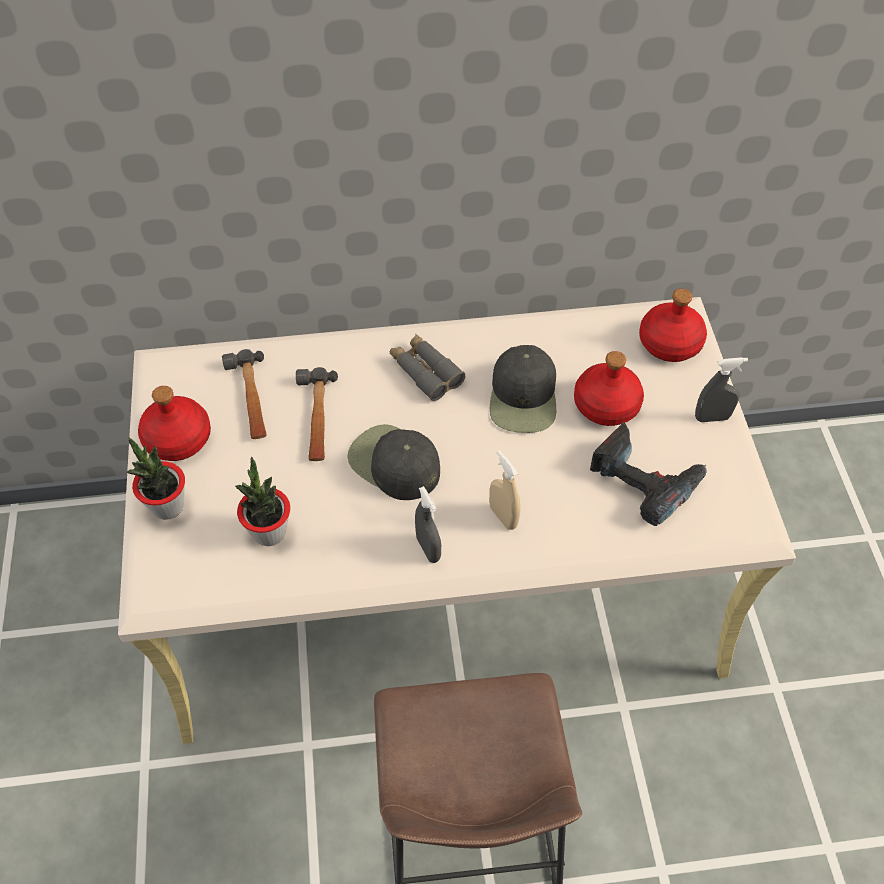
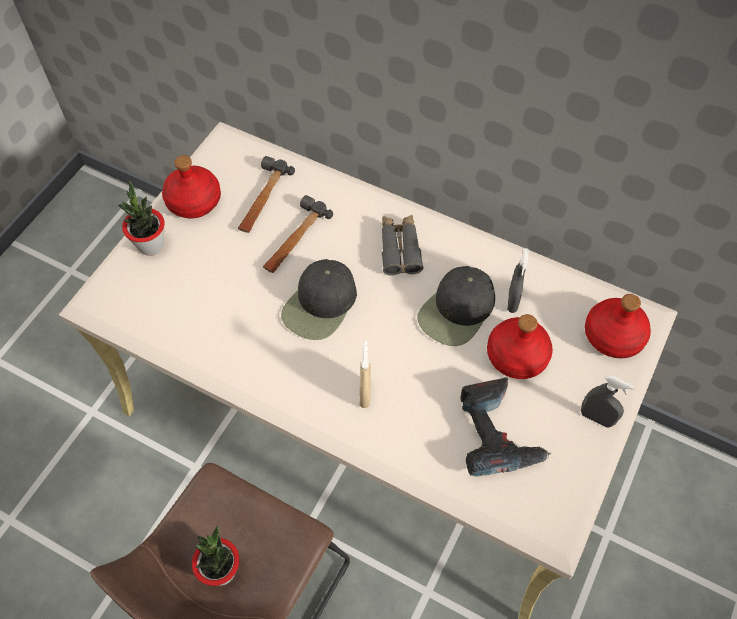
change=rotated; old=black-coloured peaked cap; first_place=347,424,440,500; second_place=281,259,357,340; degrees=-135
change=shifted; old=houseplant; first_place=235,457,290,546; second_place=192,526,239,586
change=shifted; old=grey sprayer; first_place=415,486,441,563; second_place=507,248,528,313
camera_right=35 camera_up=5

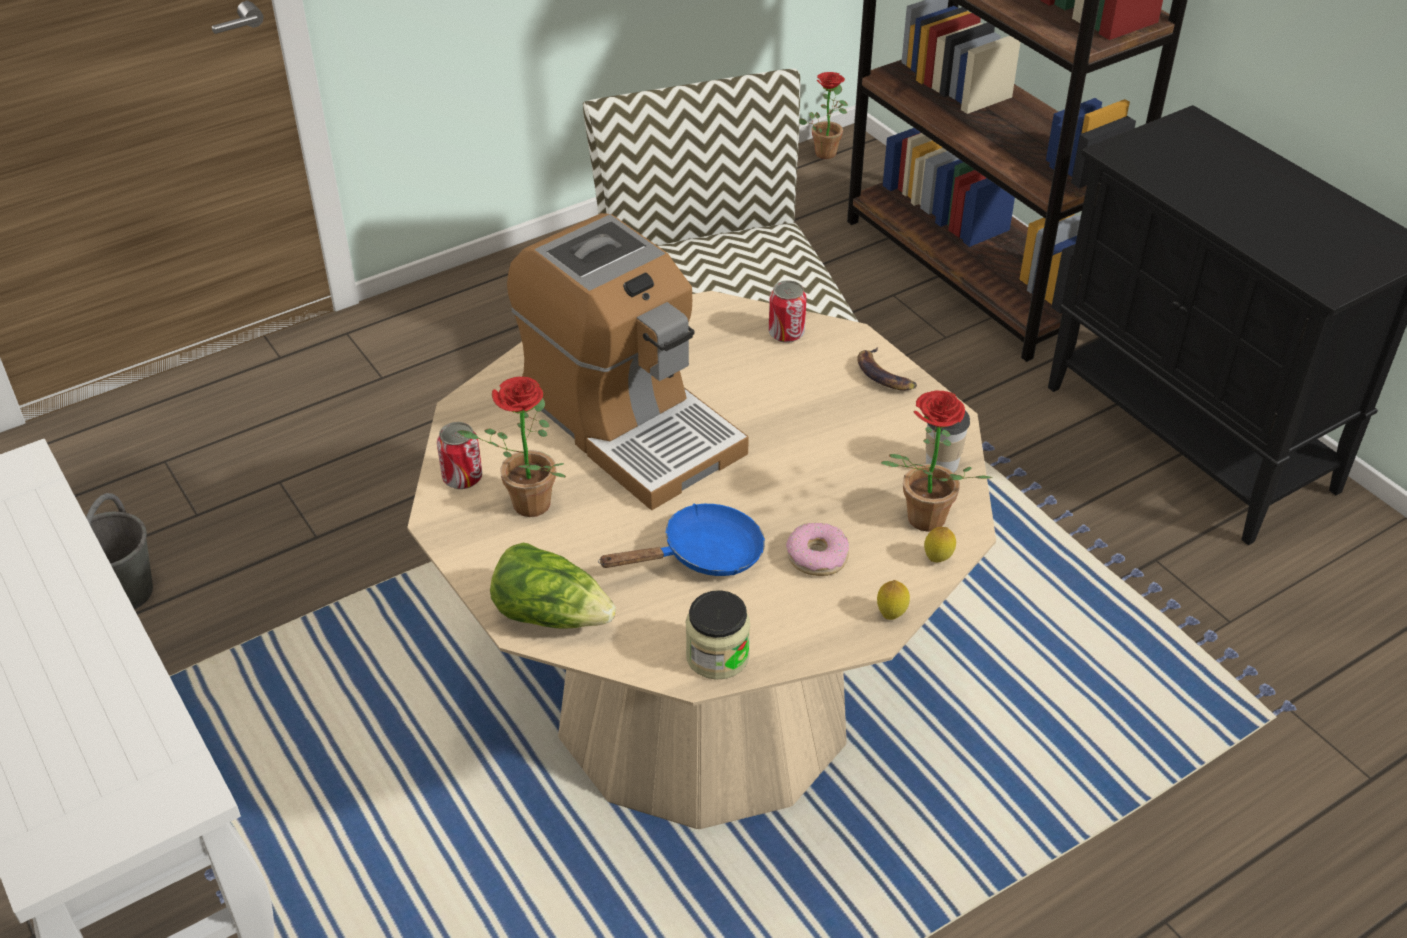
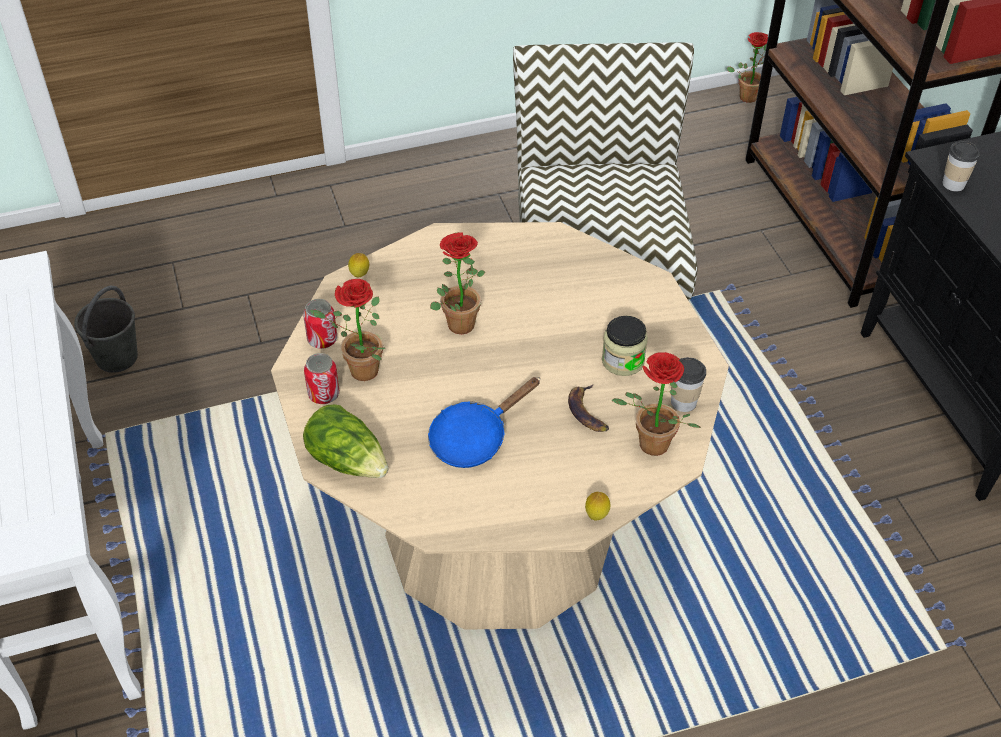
change=swapped; old=coffee machine; new=houseplant; first_place=507,213,749,510; second_place=430,232,485,334
change=shifted; old=can; first_place=769,280,806,343; second_place=304,353,339,404
change=shifted; old=banana fruit; first_place=857,347,917,391; second_place=568,385,609,432
change=rotated; old=bluish skillet; first_place=598,504,765,576; second_place=428,377,540,468; degrees=150
change=gone; old=doughnut; first_place=786,523,849,576
change=shifted; old=citrus fruit; first_place=924,527,956,563; second_place=348,253,369,277
change=shifted; old=storage jar; first_place=686,590,750,680; second_place=602,316,648,376
change=new; new=cup; second_place=942,141,980,192
camera_right=15 camera_up=5

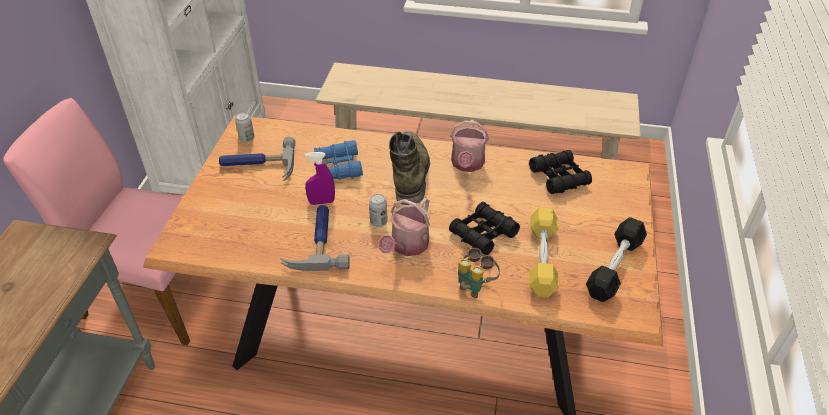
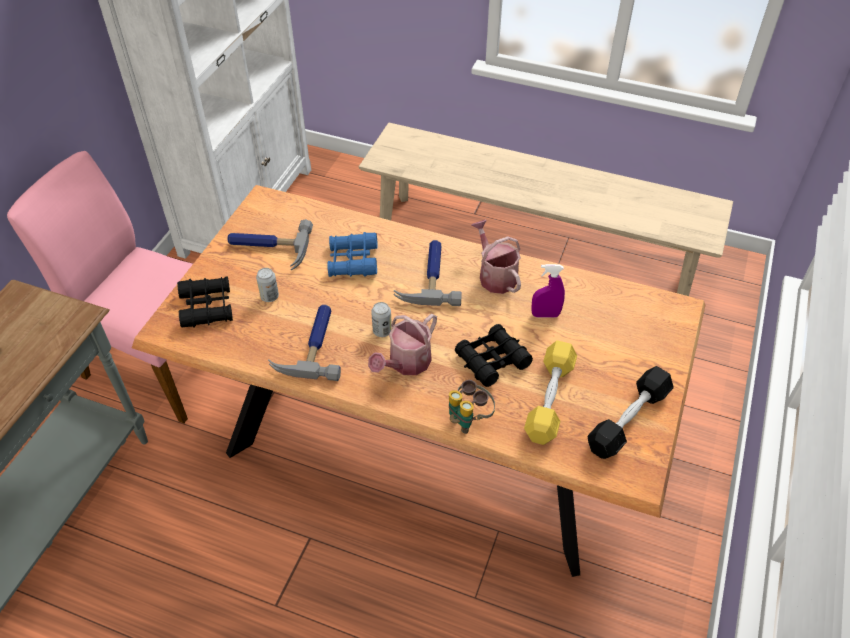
change=shifted; old=can; first_place=235,112,254,143; second_place=256,268,279,302
change=rotated; old=watering pot; first_place=451,120,489,172; second_place=472,220,521,294; degrees=135
change=swapped; old=greenish tall boot; new=hammer; first_place=389,131,430,205; second_place=394,240,462,306
change=shifted; old=black-coloured binoculars; first_place=529,150,592,194; second_place=177,276,233,328
change=shifted; old=purple-coloured sprayer; first_place=305,152,335,205; second_place=531,264,565,317
camera_right=10 camera_up=5

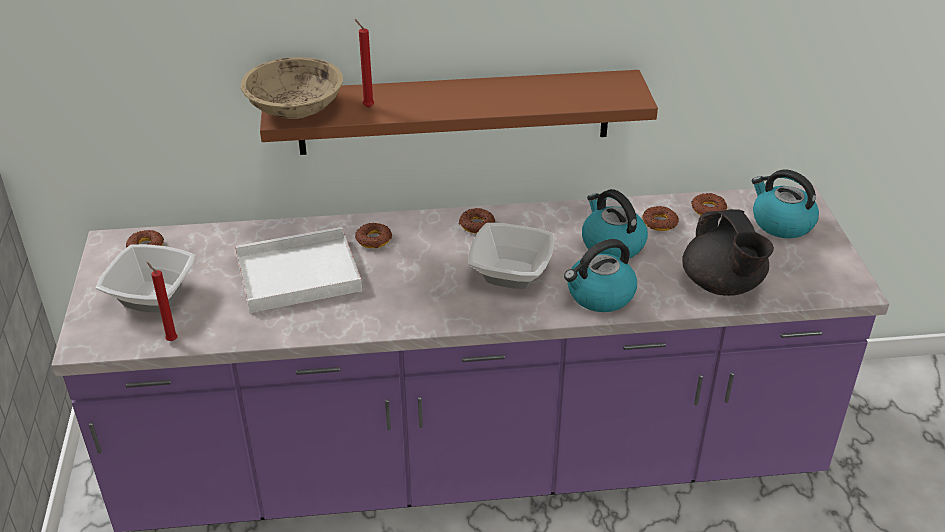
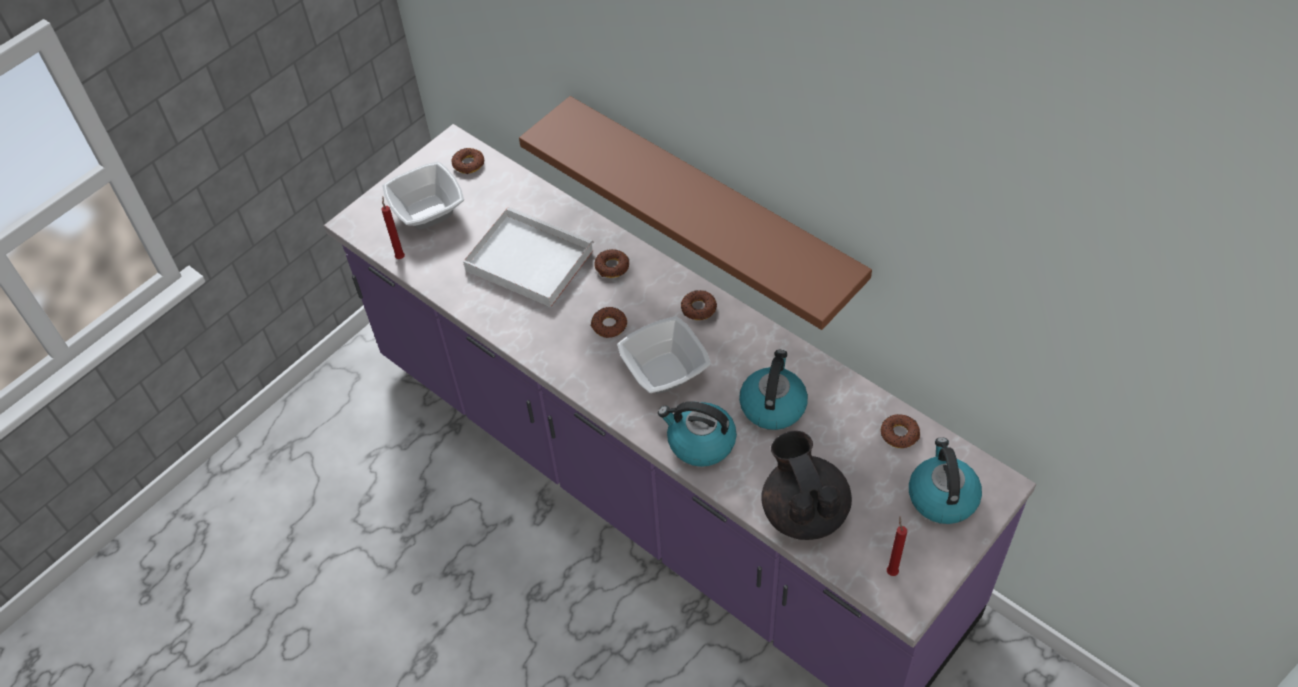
change=shifted; old=red-coloured wax candle; first_place=355,19,374,107; second_place=887,516,907,576
change=gone; old=sand-coloured serving bowl; first_place=241,57,343,119
change=shifted; old=doughnut; first_place=642,206,679,231; second_place=591,307,627,338
change=rotated; old=black-coloured teapot; first_place=682,209,774,296; second_place=761,431,852,540; degrees=135
camera_right=50 camera_up=15

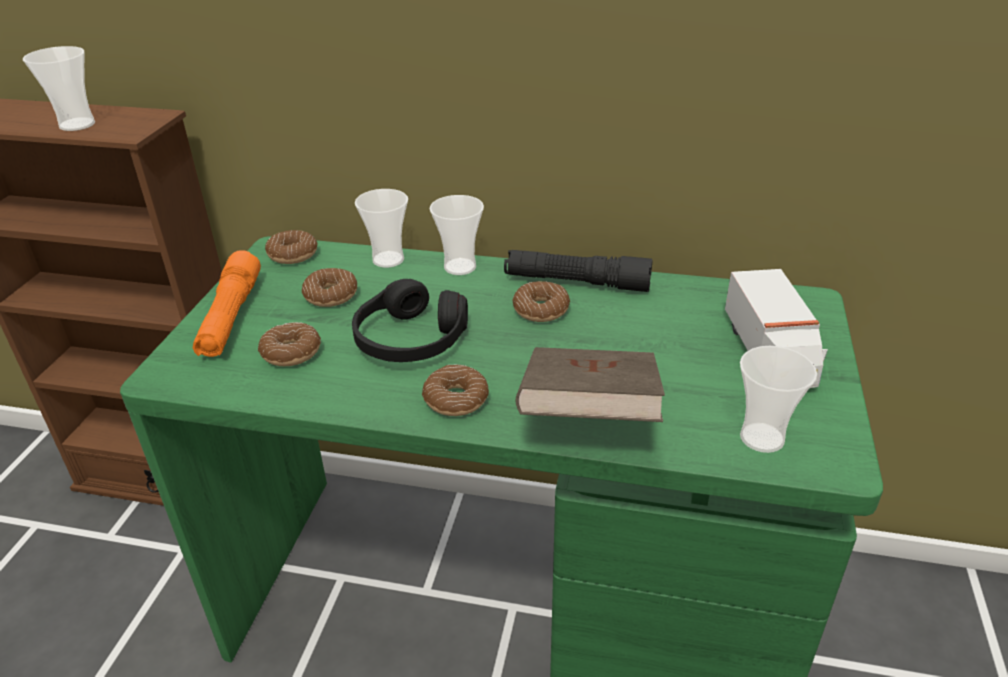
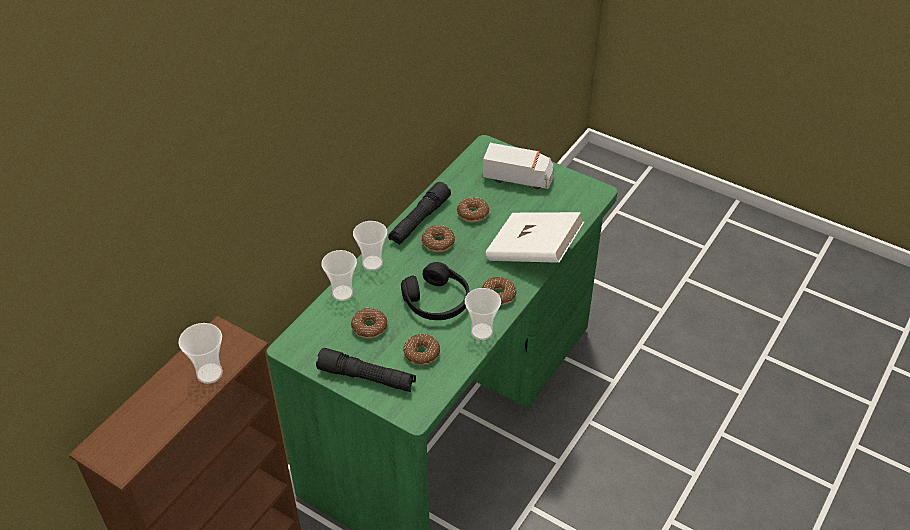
change=shifted; old=doughnut; first_place=265,230,318,264; second_place=457,197,490,222
change=repainted; old=orangey hand torch; new=black-coloured hand torch; first_place=193,250,261,357; second_place=316,348,416,392
change=shifted; old=cup; first_place=740,346,817,453; second_place=465,288,501,340
change=repainted; old=brown-coloured bound book; new=whitish bound book; first_place=516,347,665,422; second_place=486,212,584,263
camera_right=-70 camera_up=10

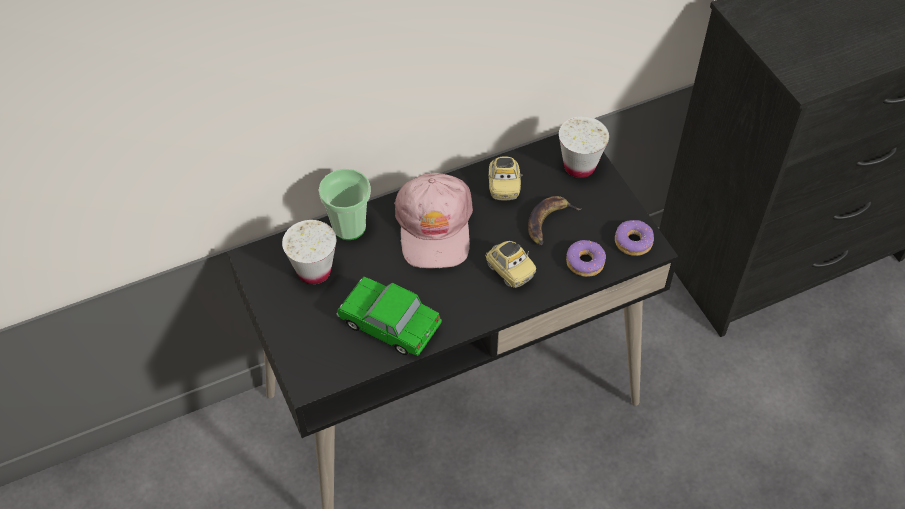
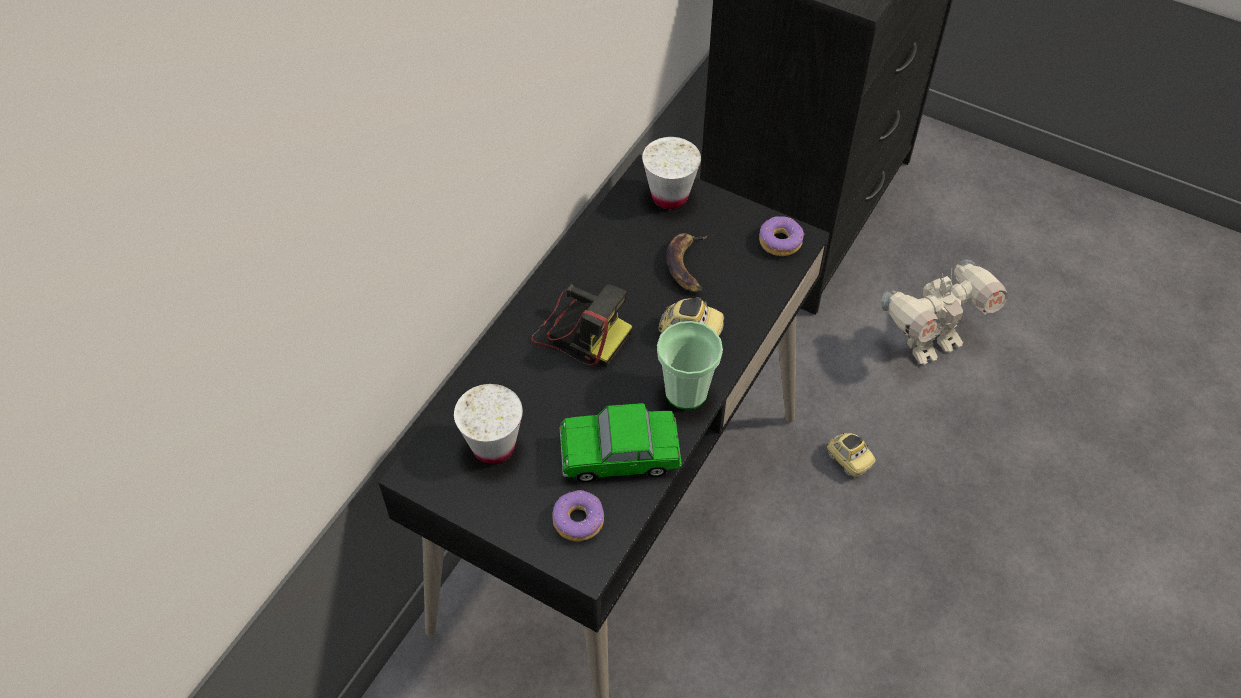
change=shifted; old=model car; first_place=488,156,522,200; second_place=826,433,876,477
change=shifted; old=cup; first_place=319,169,371,240; second_place=657,321,723,410
change=swapped; old=pinkish peaked cap; new=photo camera; first_place=394,173,473,268; second_place=531,284,632,367
change=shifted; old=doughnut; first_place=566,240,606,277; second_place=552,490,604,541
change=new; new=robot figure; second_place=881,260,1008,365
camera_right=-35 camera_up=0

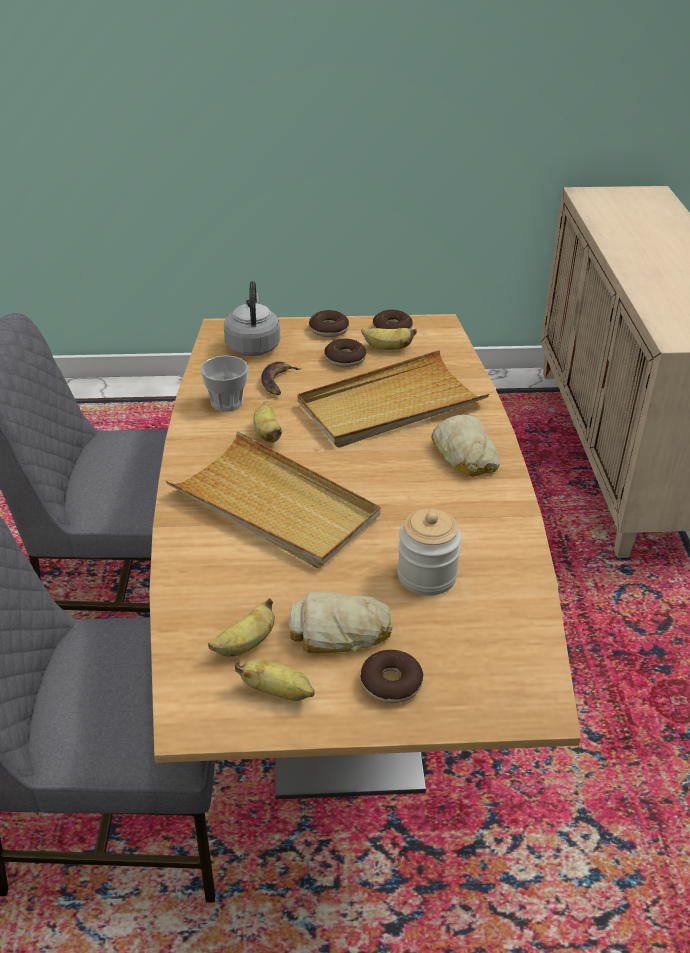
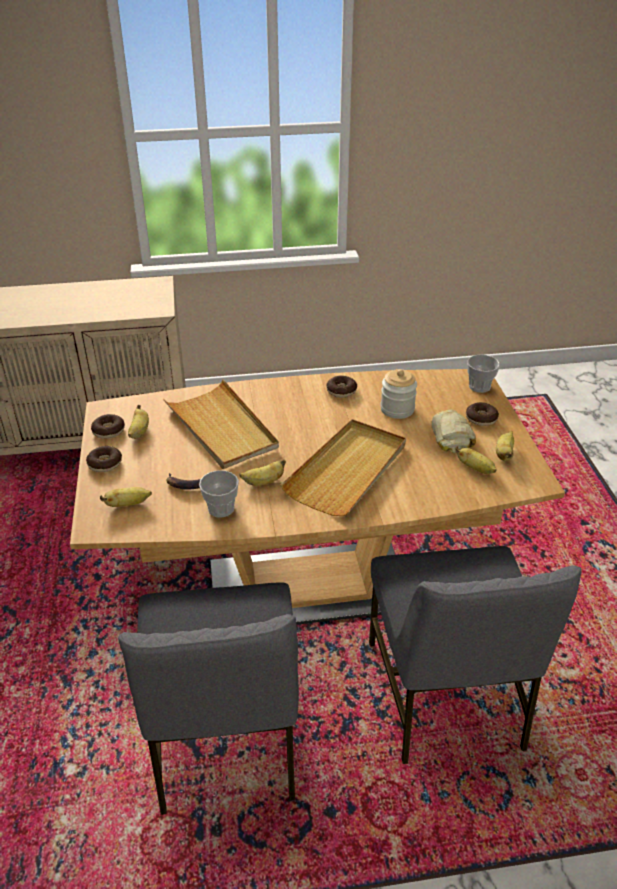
change=swapped; old=grey kettle; new=banana fruit; first_place=224,281,280,356; second_place=100,487,152,507
change=shifted; old=doughnut; first_place=324,339,366,367; second_place=326,375,357,398
change=gone; old=baked bread; first_place=431,414,500,477
change=new; new=cup; second_place=467,354,500,393
camera_right=-95 camera_up=0

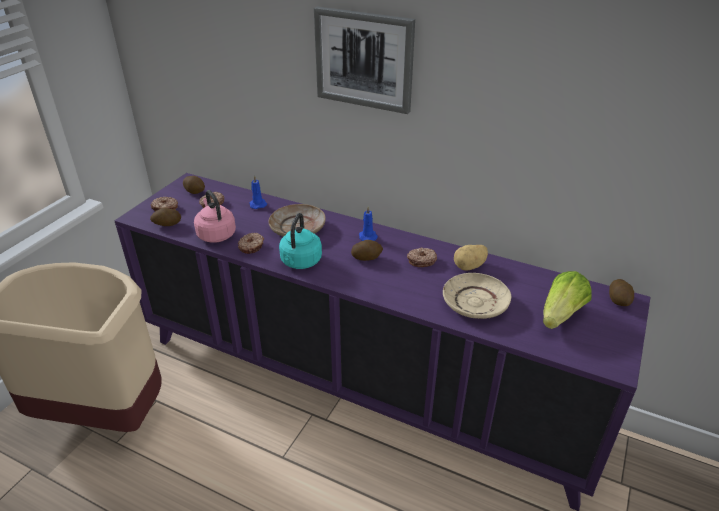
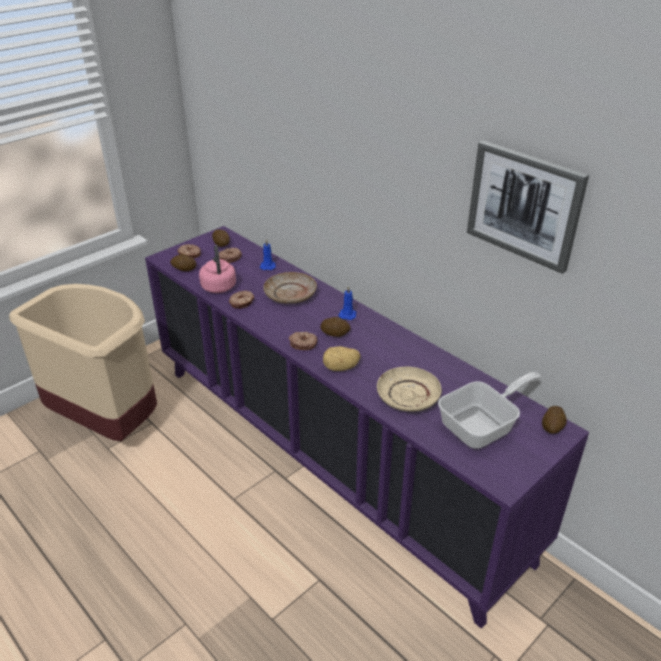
change=shifted; old=wall art; first_place=314,7,415,114; second_place=467,140,589,274
change=gone; old=turquoise kettle; first_place=279,213,322,269
change=shifted; old=whole potato; first_place=454,245,488,271; second_place=323,346,361,371
change=shifted; old=doughnut; first_place=407,247,437,267; second_place=289,331,317,350
change=swapped; old=head of lettuce; new=skillet; first_place=543,271,592,329; second_place=438,372,541,449
camera_right=20 camera_up=0

